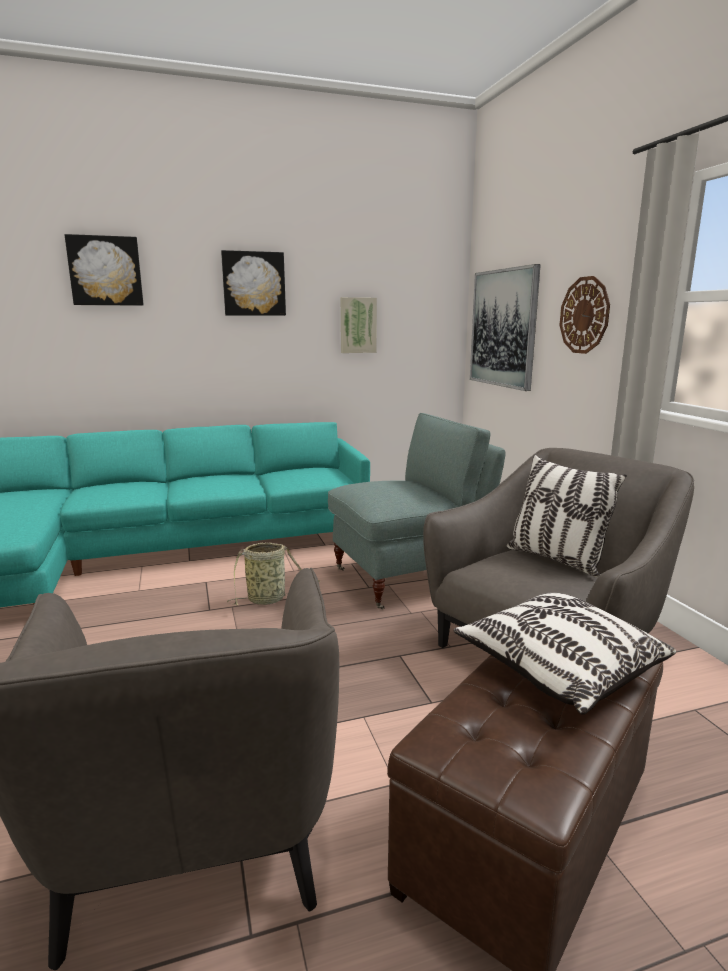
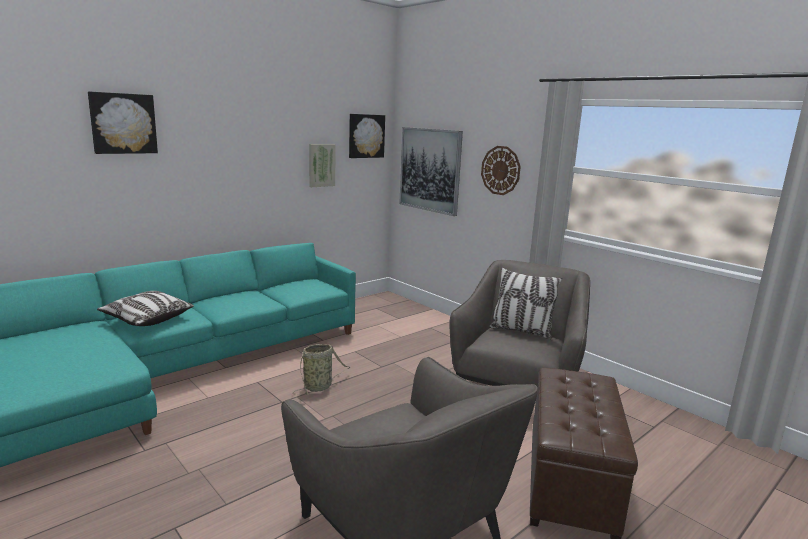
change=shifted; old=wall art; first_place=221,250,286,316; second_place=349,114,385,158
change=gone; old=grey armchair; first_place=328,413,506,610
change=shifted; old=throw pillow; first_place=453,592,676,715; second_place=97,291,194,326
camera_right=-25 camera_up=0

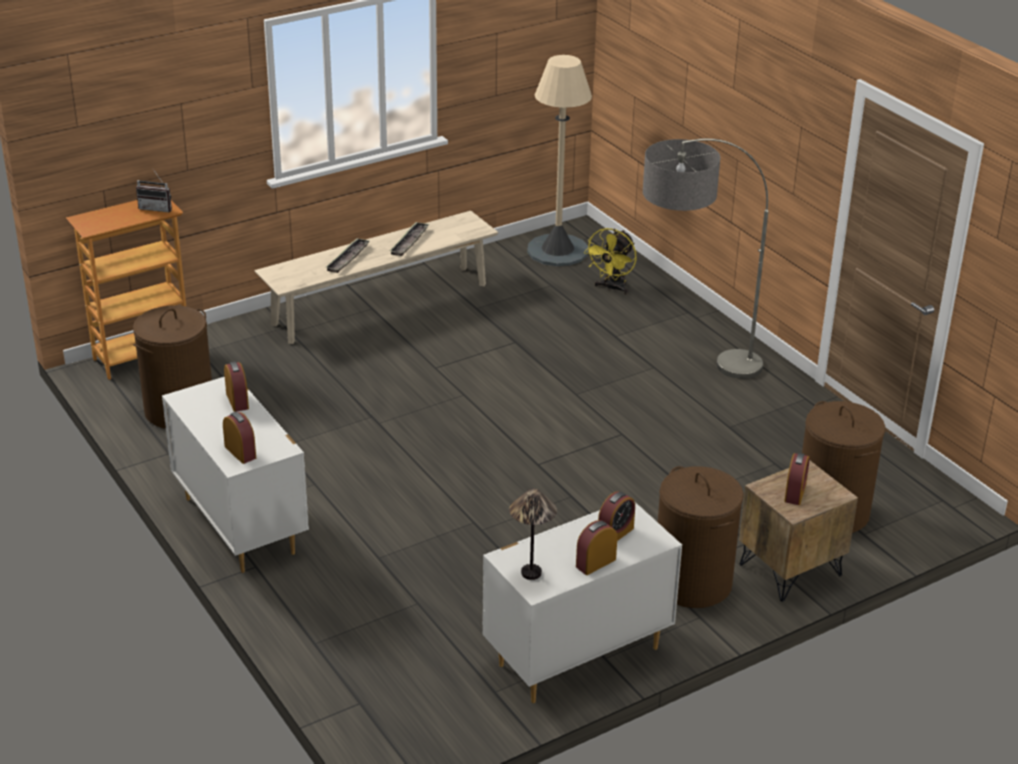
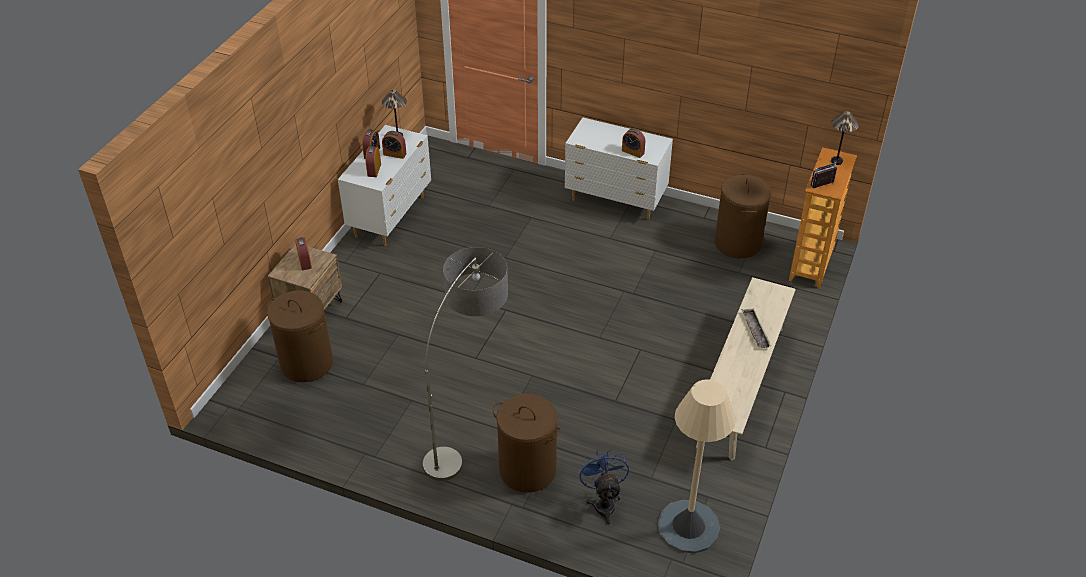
change=gone; old=carrying tray; first_place=389,222,429,256
change=repainted; old=yellow-coloured fan; new=bluish fan; first_place=584,228,637,294; second_place=578,449,629,524
change=shifted; old=table clock; first_place=223,412,256,464; second_place=382,131,407,159
change=shifted; old=brown-coloured laundry basket; first_place=658,466,744,608; second_place=493,394,561,493
change=new; new=lamp for a table; second_place=831,111,859,165
camera_right=145 camera_up=10

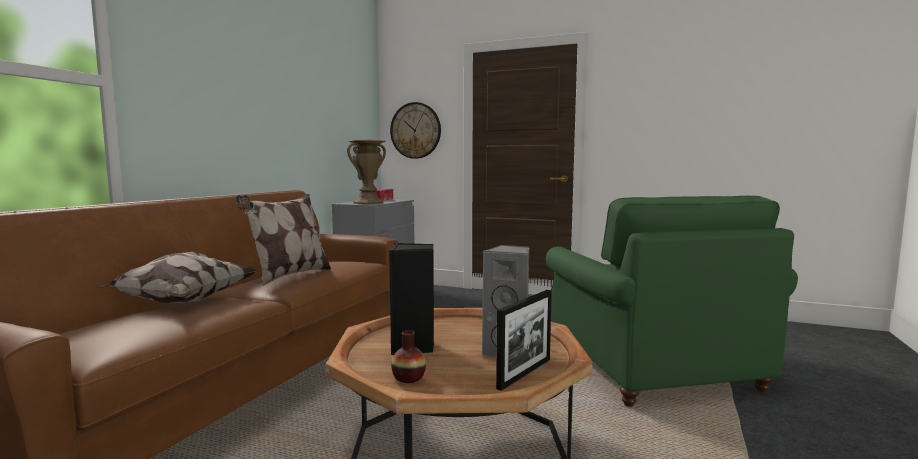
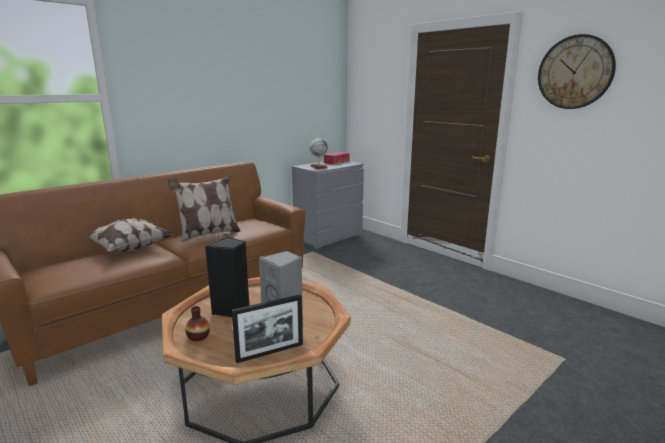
change=shifted; old=hanging clock; first_place=390,102,441,159; second_place=538,34,616,109
change=swapped; old=brown-coloured decorative vase; new=world globe; first_place=347,140,386,204; second_place=310,137,328,169
change=gone; old=greenish armchair; first_place=546,196,798,407
camera_right=25 camera_up=10

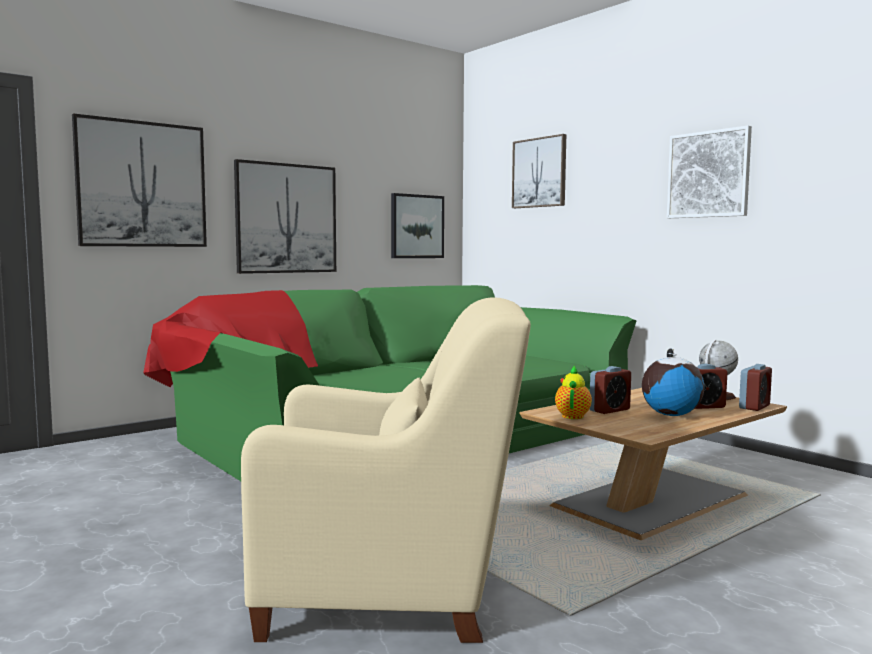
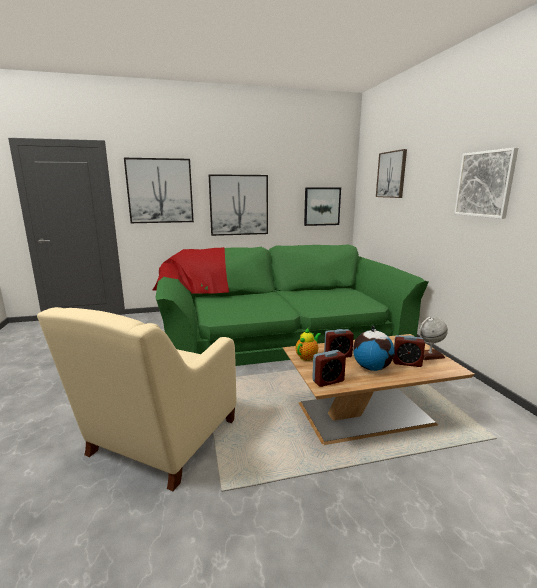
change=rotated; old=sand-coloured armchair; first_place=241,297,531,643; second_place=37,307,236,491; degrees=90
change=shifted; old=table clock; first_place=739,364,772,411; second_place=312,350,346,387
camera_right=25 camera_up=10

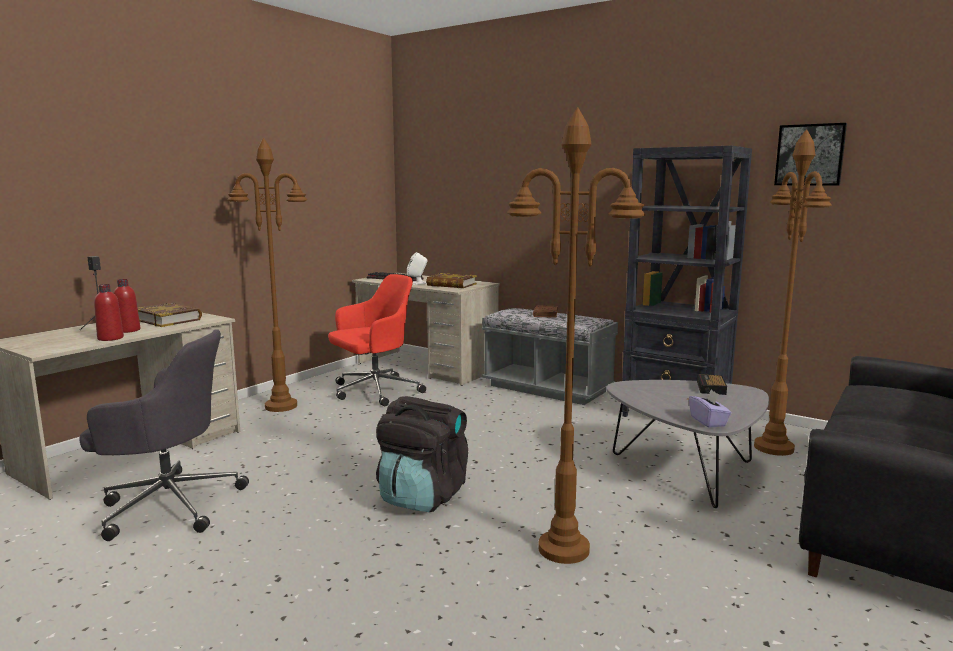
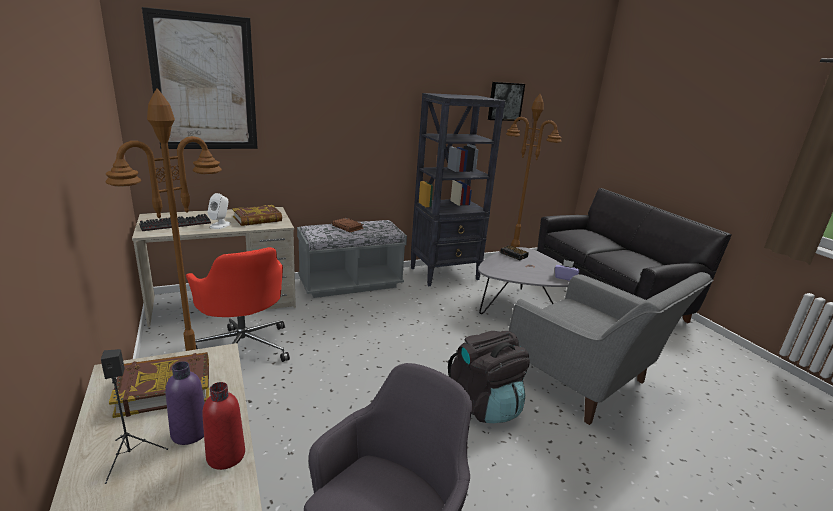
change=swapped; old=brown-coloured standard lamp; new=grey armchair; first_place=507,107,645,564; second_place=509,272,714,425
change=rotated; old=red-coloured computer chair; first_place=328,274,426,406; second_place=186,247,290,362; degrees=150
change=repainted; old=red-coloured beverage bottle; new=purple-coloured beverage bottle; first_place=113,279,140,333; second_place=165,361,205,445
change=new; new=wall art; second_place=142,7,258,149
camera_right=-60 camera_up=10

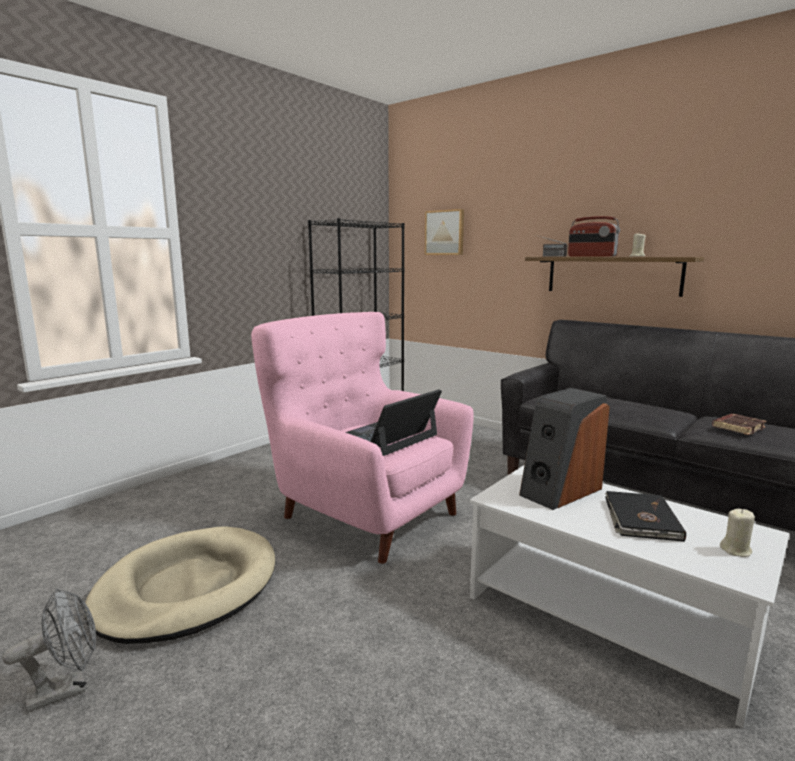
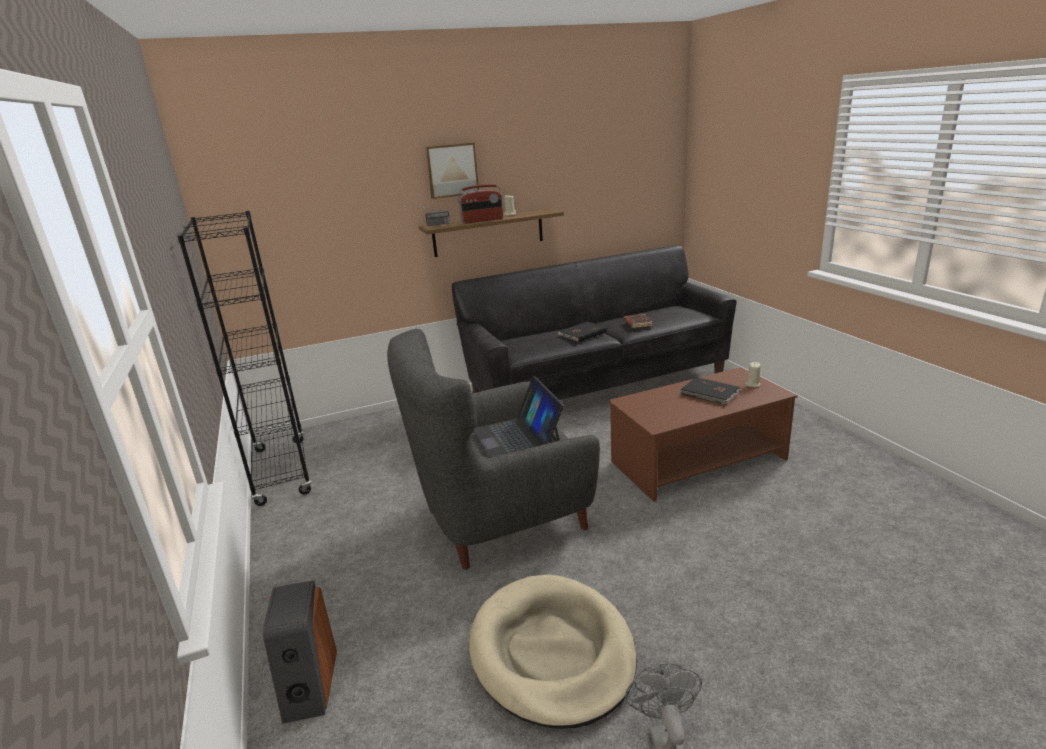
change=shifted; old=wall art; first_place=425,209,464,255; second_place=425,142,479,199
change=repainted; old=pinkish armchair; new=grey armchair; first_place=251,312,474,564; second_place=387,329,600,570
change=shifted; old=speaker; first_place=519,388,610,510; second_place=263,580,337,724
change=repainted; old=whitish low table; new=brown-coloured low table; first_place=470,465,789,728; second_place=608,367,798,502
change=new; new=black-coloured bound book; second_place=558,322,607,342
camera_right=-60 camera_up=10

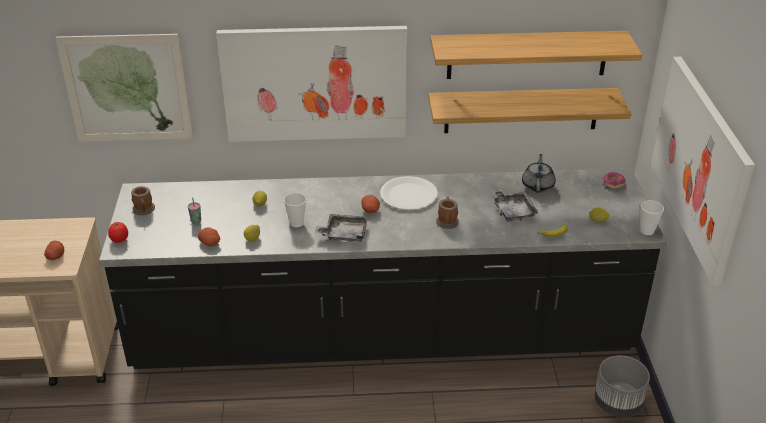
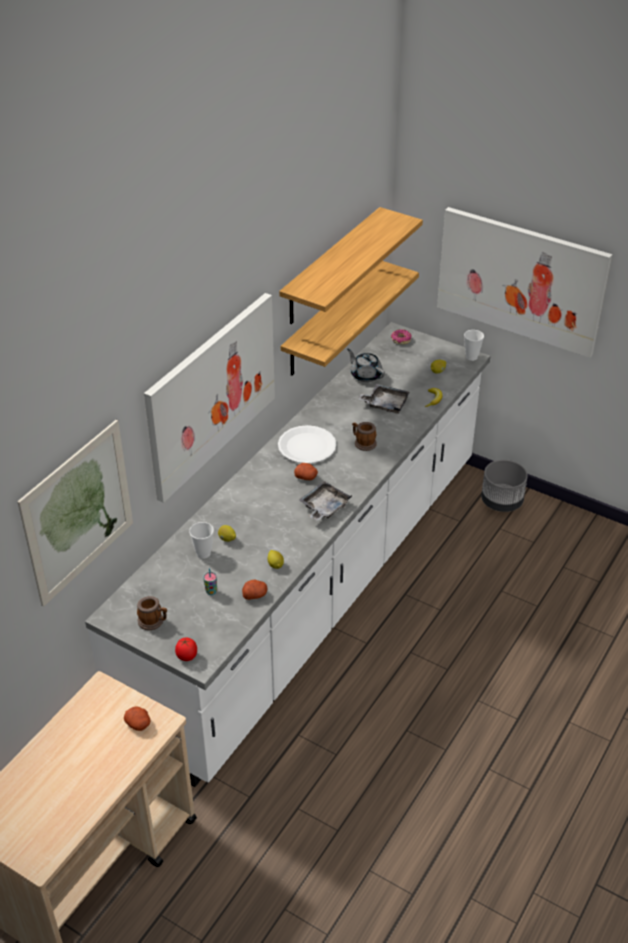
change=repainted; old=black-coloured counter; new=whitish counter; first_place=99,169,667,369; second_place=85,322,491,787
change=shifted; old=cup; first_place=284,193,306,227; second_place=189,522,214,559
camera_right=-55 camera_up=5

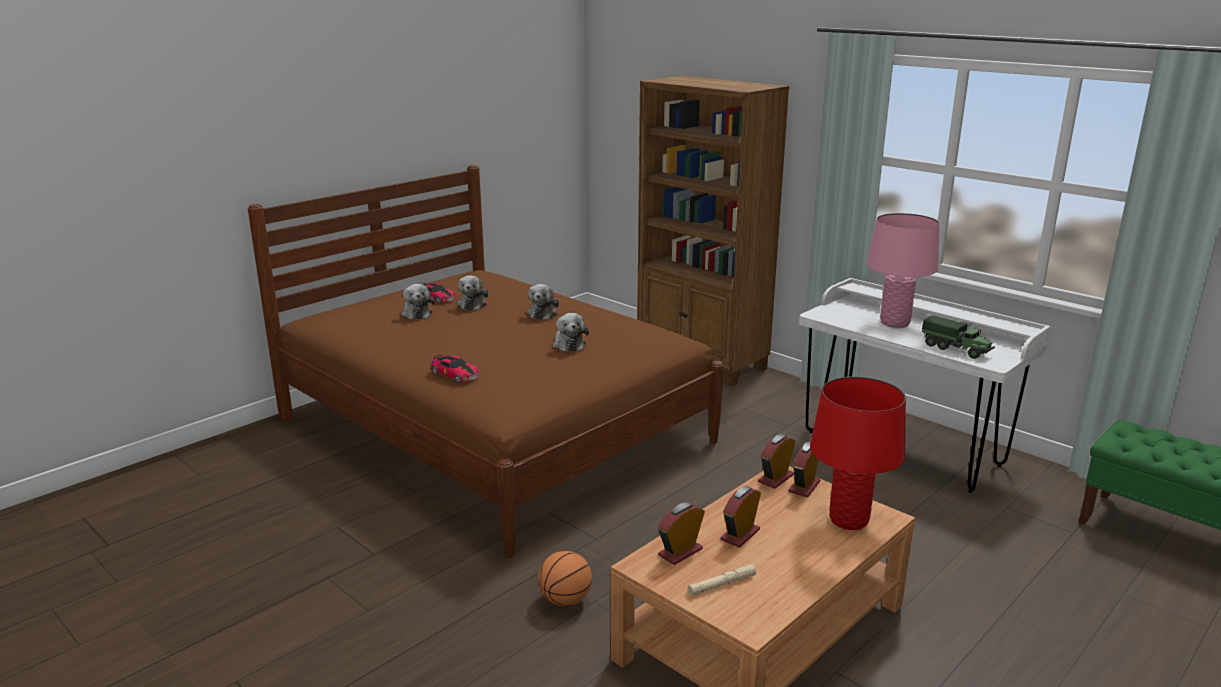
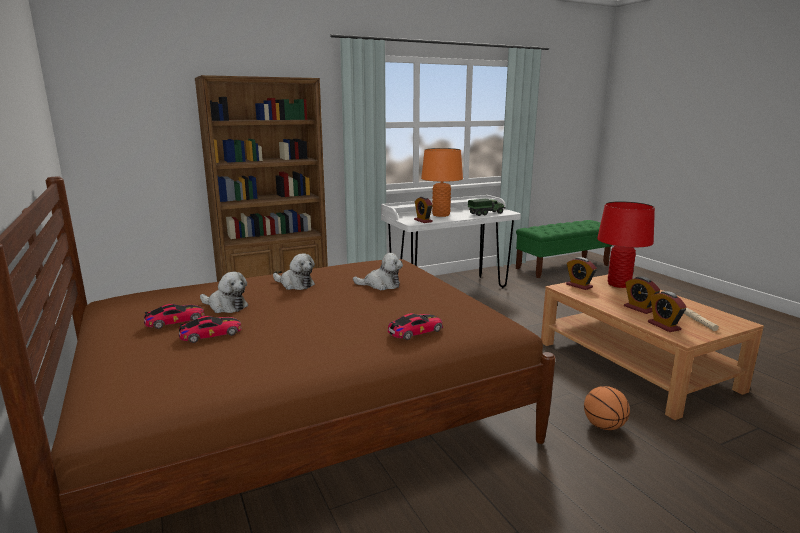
change=repainted; old=pinkish lamp for a table; new=orangey lamp for a table; first_place=867,213,939,328; second_place=421,148,463,217
change=swapped; old=cuddly toy; new=model car; first_place=401,284,435,320; second_place=179,316,242,343
change=shifted; old=table clock; first_place=758,434,795,489; second_place=414,196,433,223
camera_right=-70 camera_up=-5

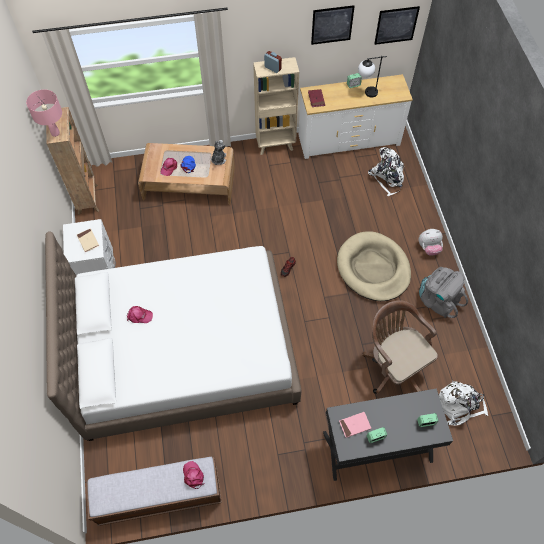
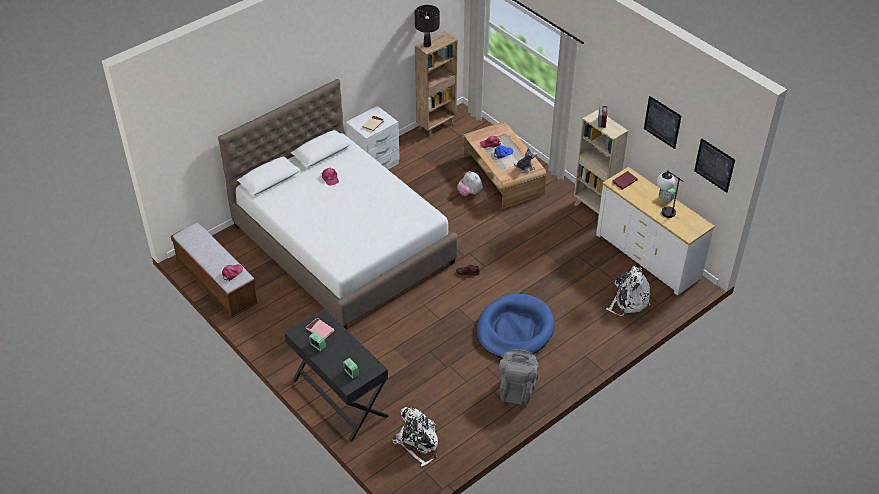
change=repainted; old=pinkish lamp for a table; new=black-coloured lamp for a table; first_place=26,89,62,137; second_place=415,5,440,47
change=shifted; old=cuddly toy; first_place=418,229,443,256; second_place=457,171,482,196
change=repainted; old=sand-coloured dog bed; new=bluish dog bed; first_place=337,231,411,301; second_place=477,294,554,358
change=gone; old=brown-coloured computer chair; first_place=362,300,438,394
camera_right=60 camera_up=-15

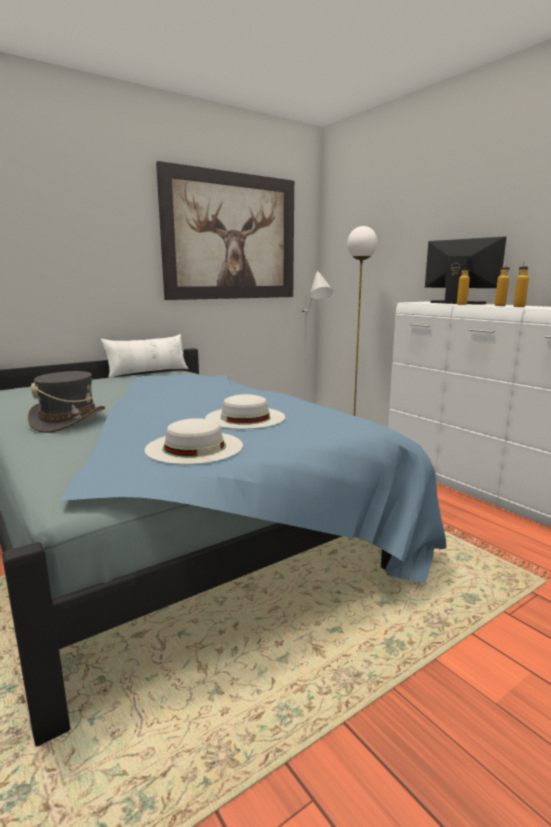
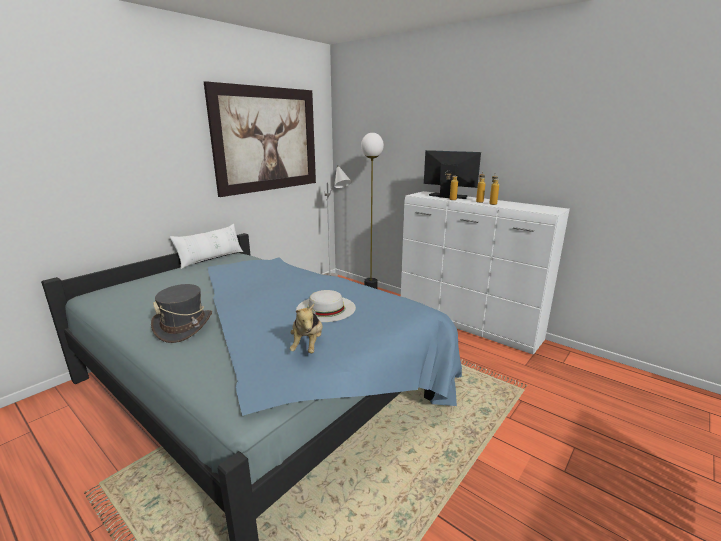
change=swapped; old=whitish hat; new=cuddly toy; first_place=145,418,243,465; second_place=290,304,323,353
camera_right=-15 camera_up=5

